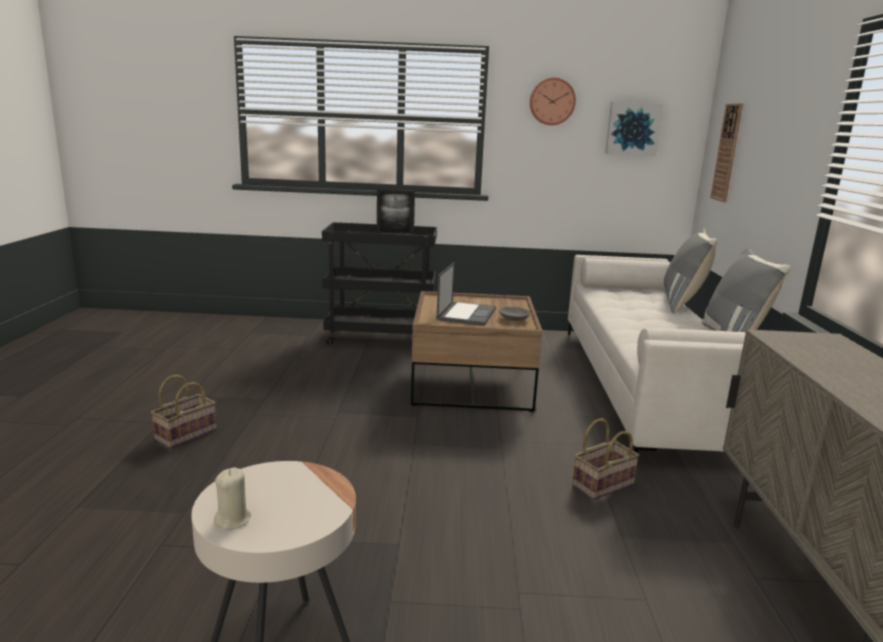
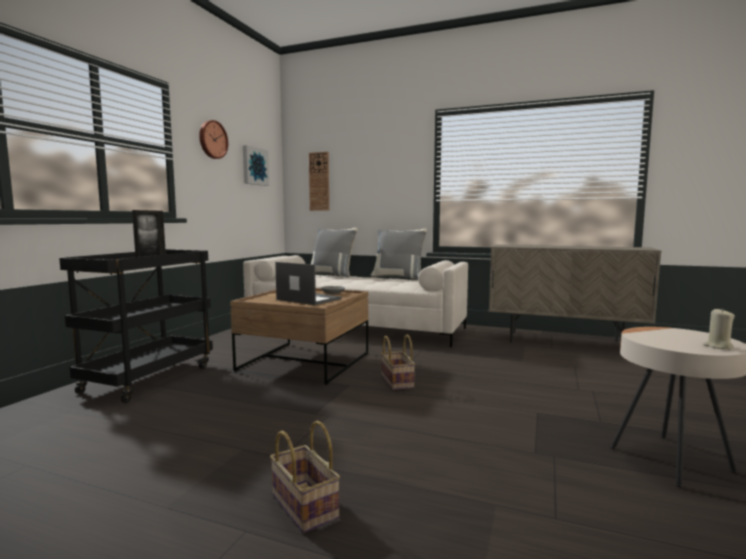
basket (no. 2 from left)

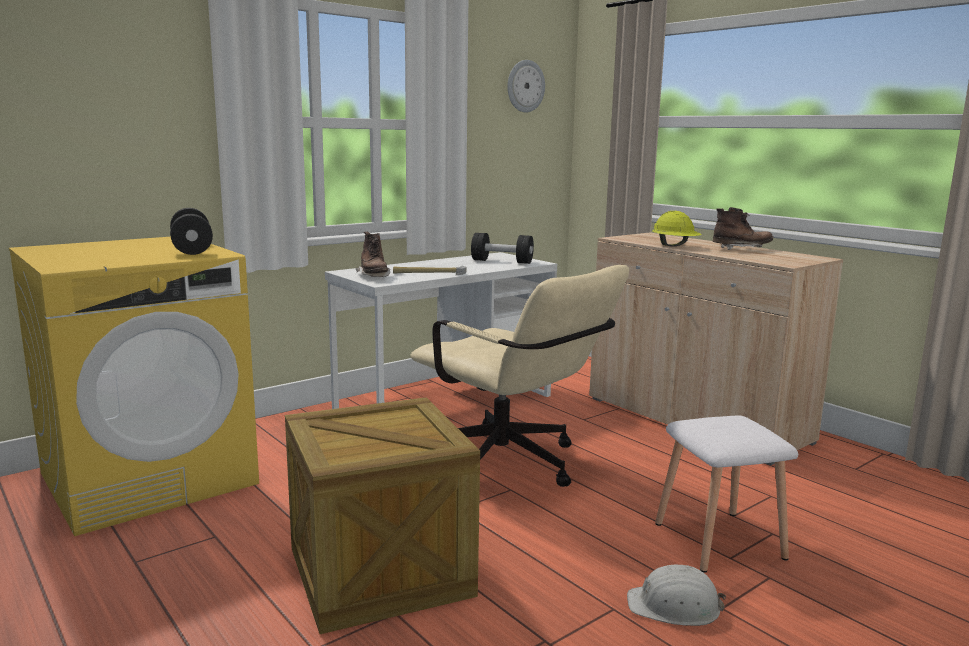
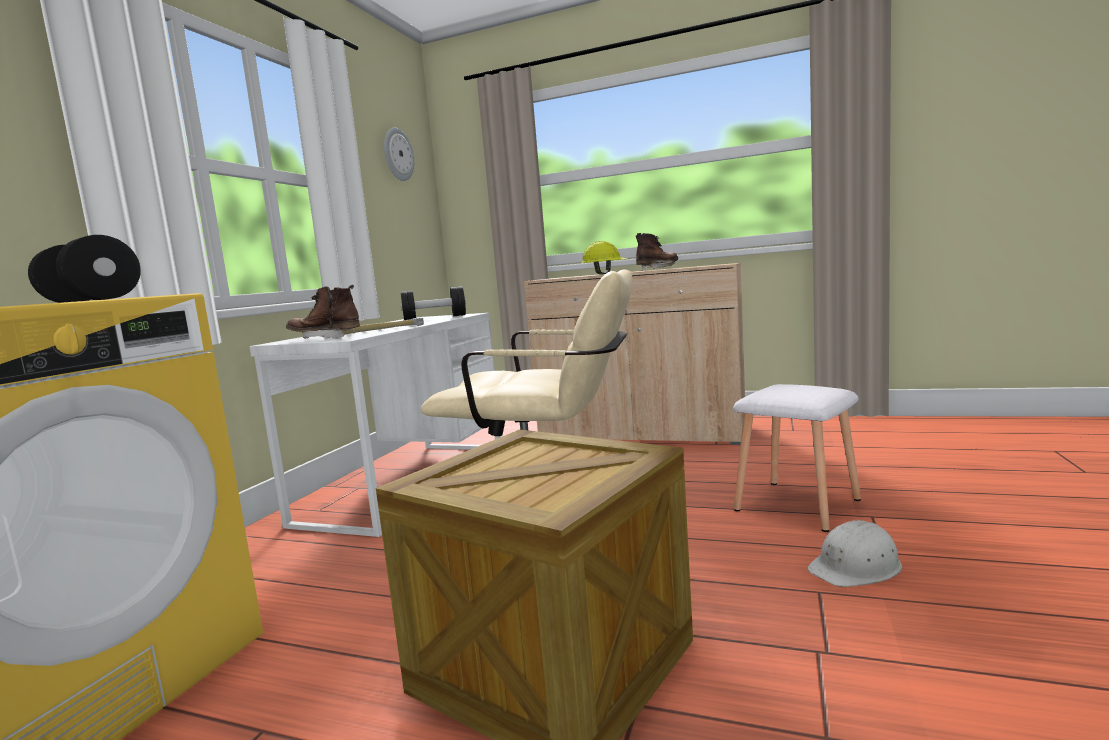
boot (brown) (no. 1 from left)

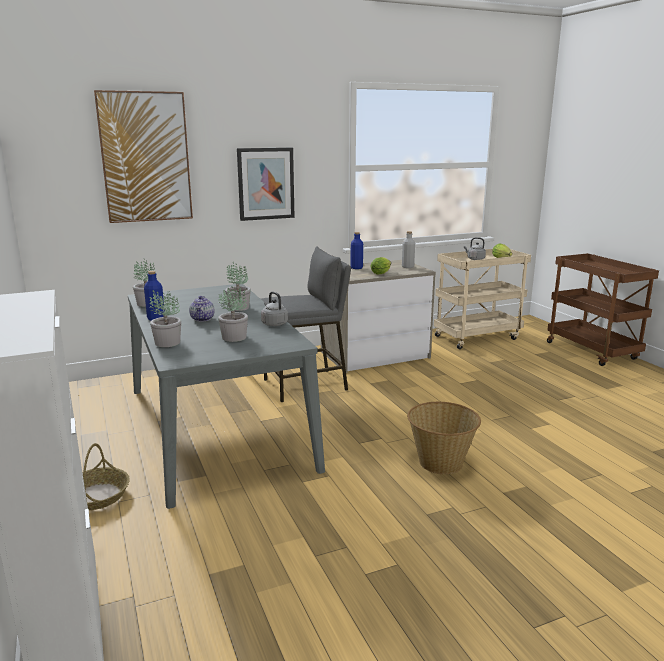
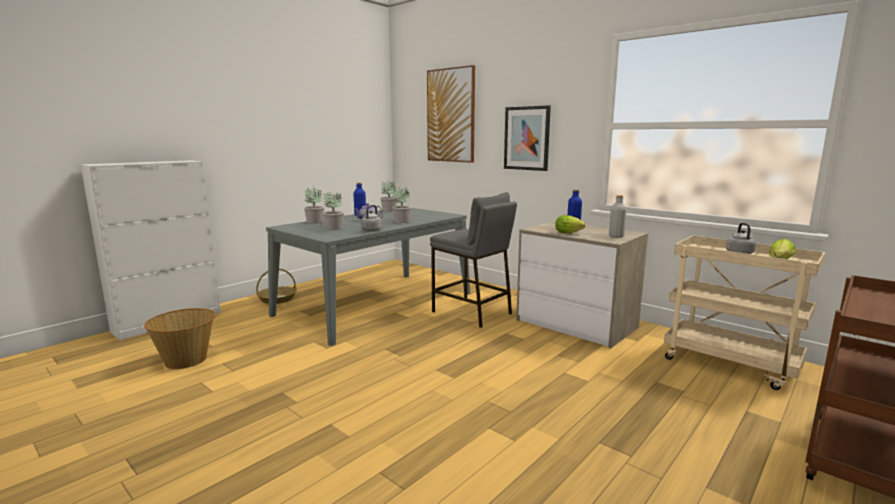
basket (no. 1 from left)

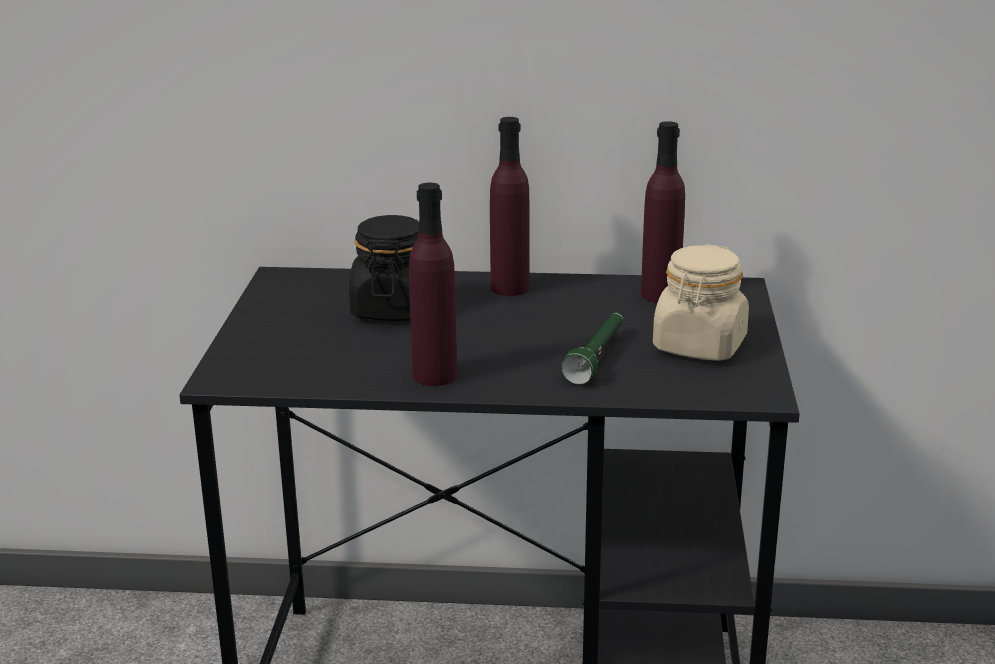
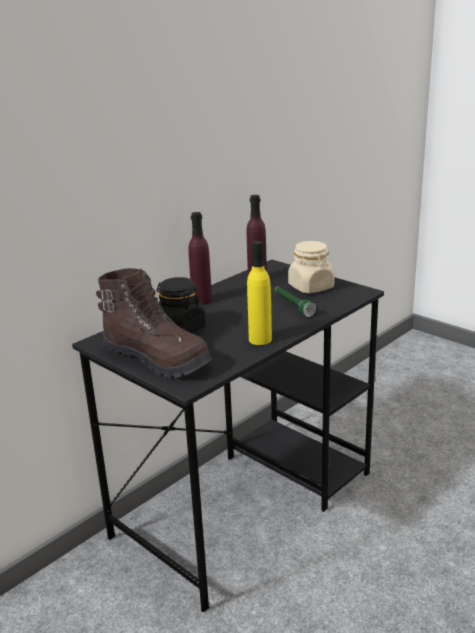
boot (brown)
bottle (yellow)

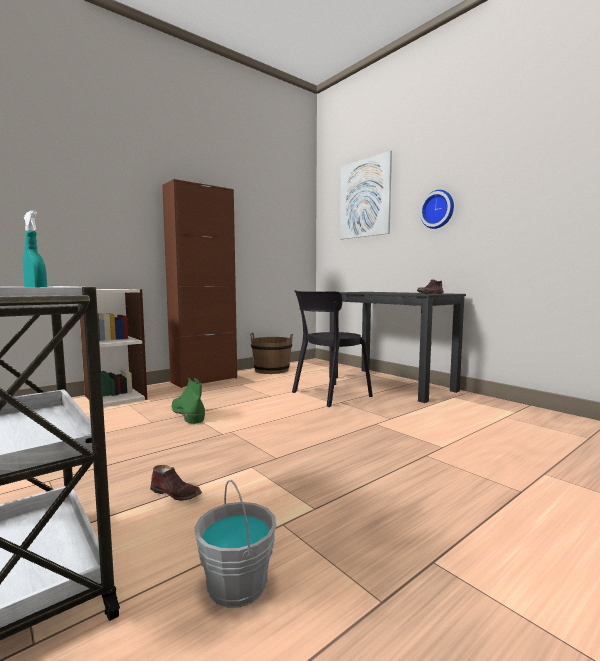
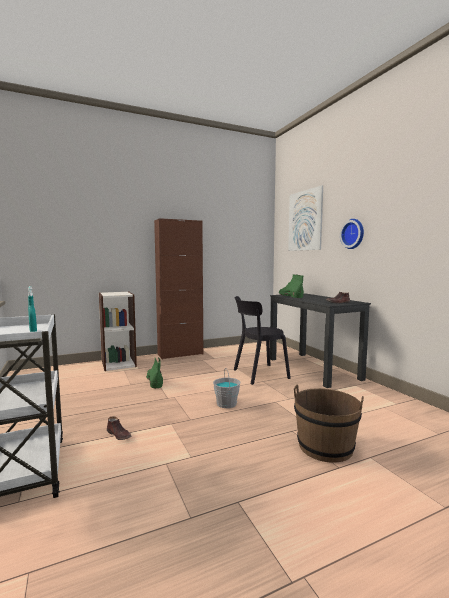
bucket (grey)
boot (green) (no. 2 from left)
bucket (brown)

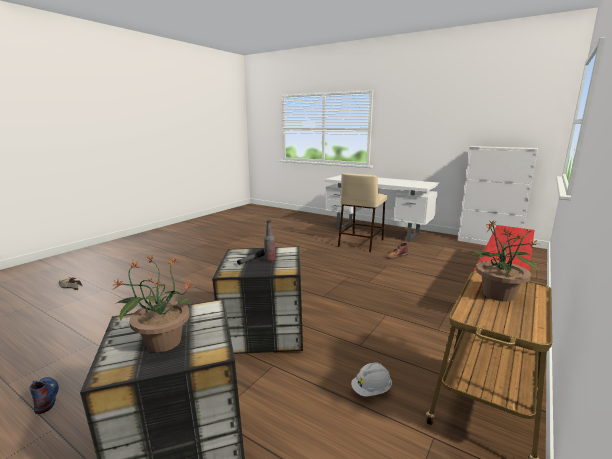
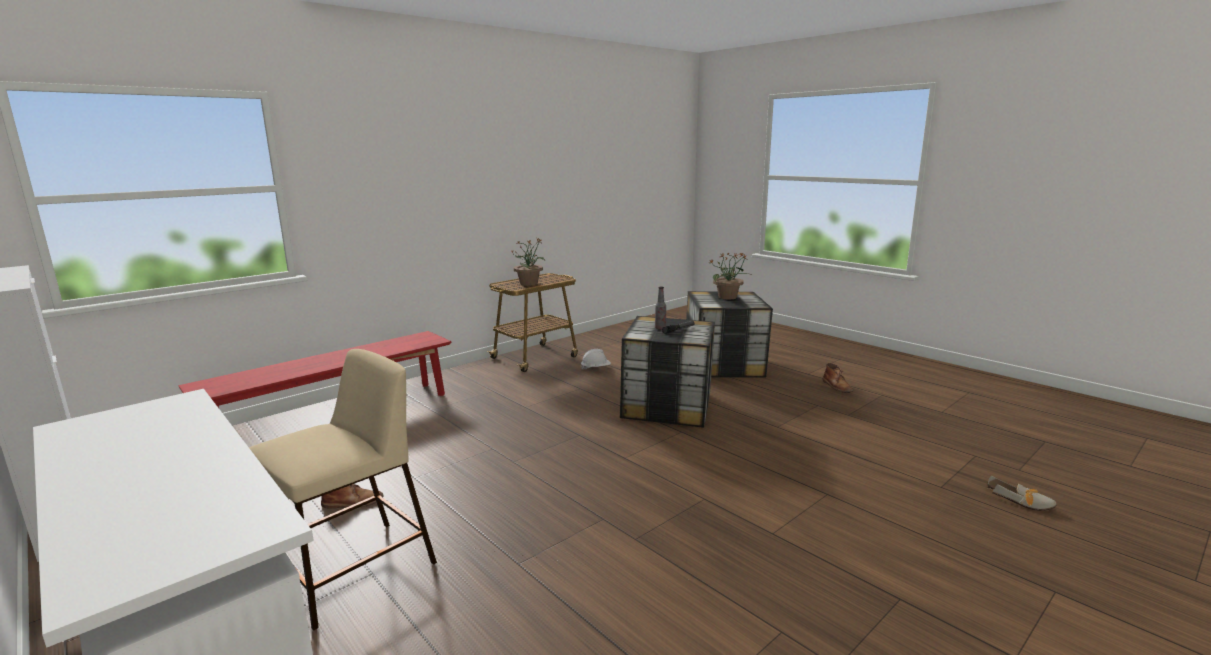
boot (brown) (no. 2 from left)

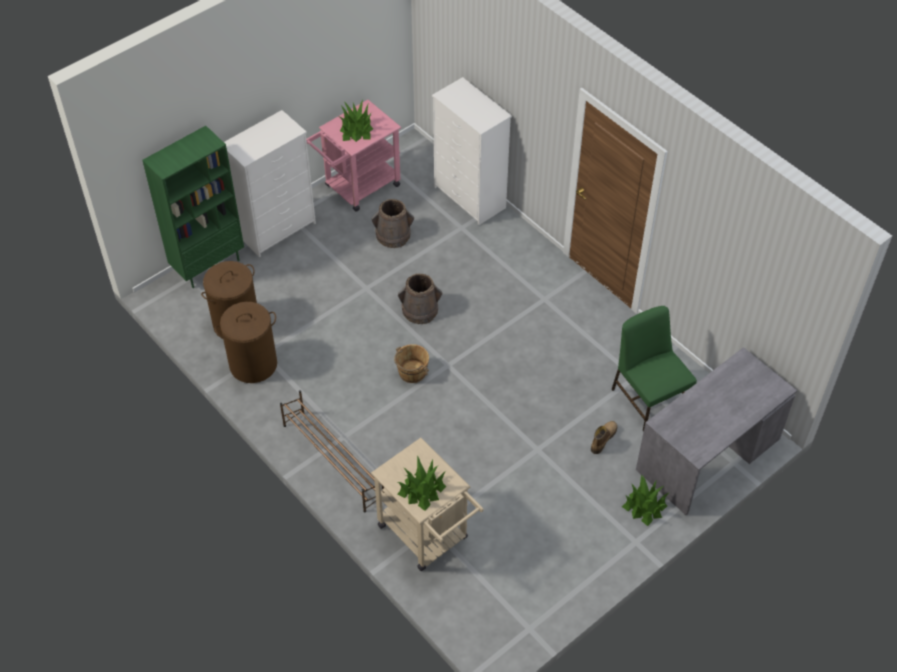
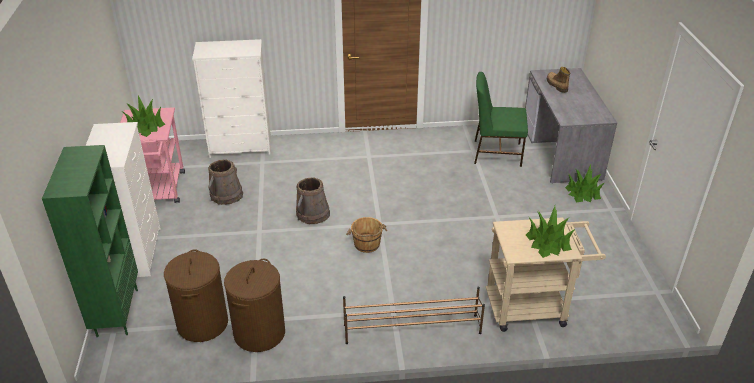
boot

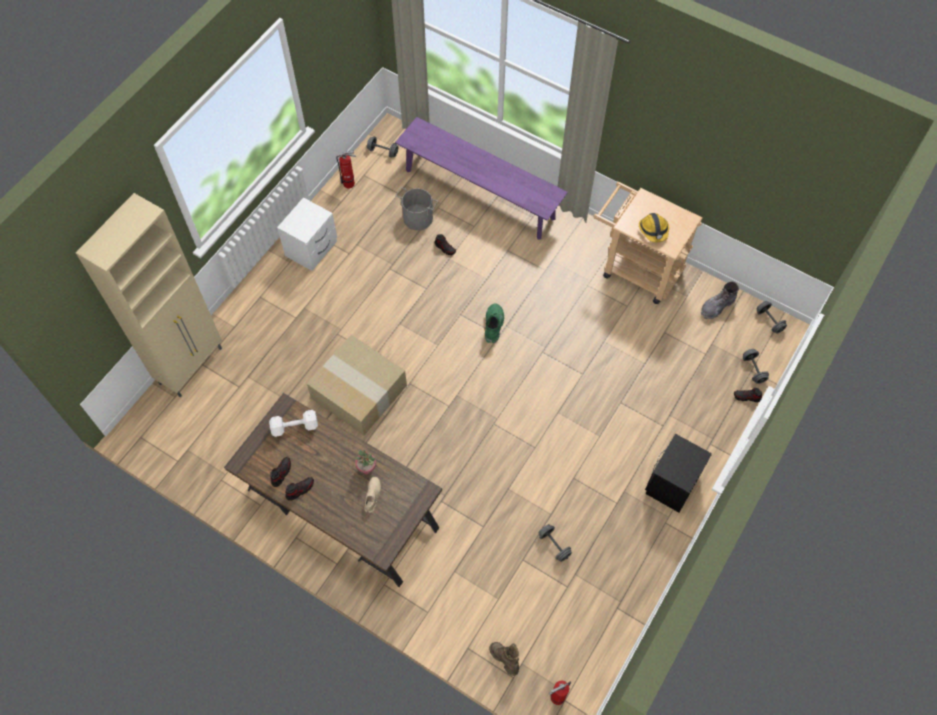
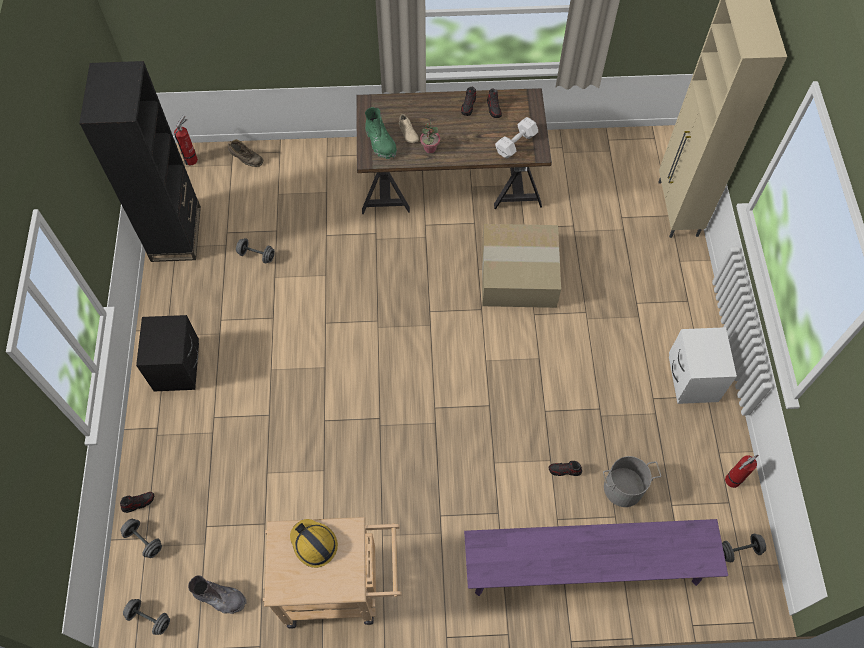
bookcase (black)
boot (grey)
boot (green)

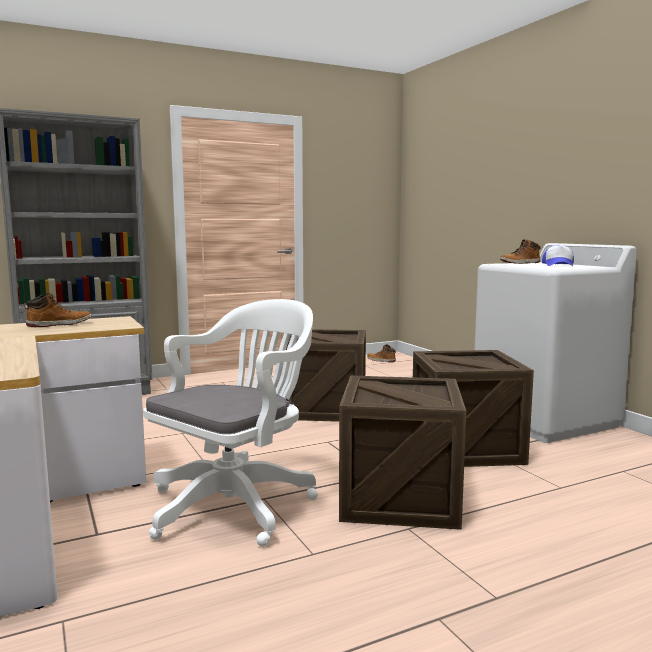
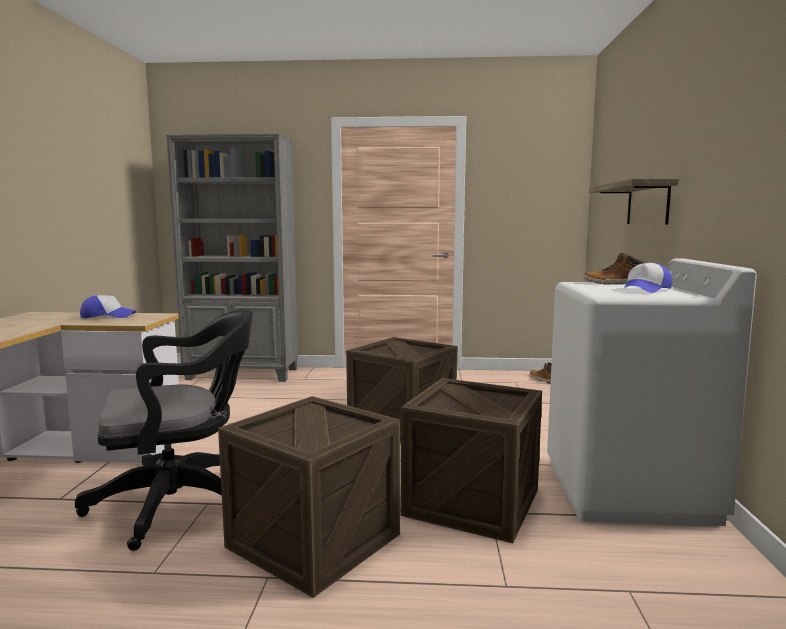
office chair (black)
cap (no. 1 from left)
shelf

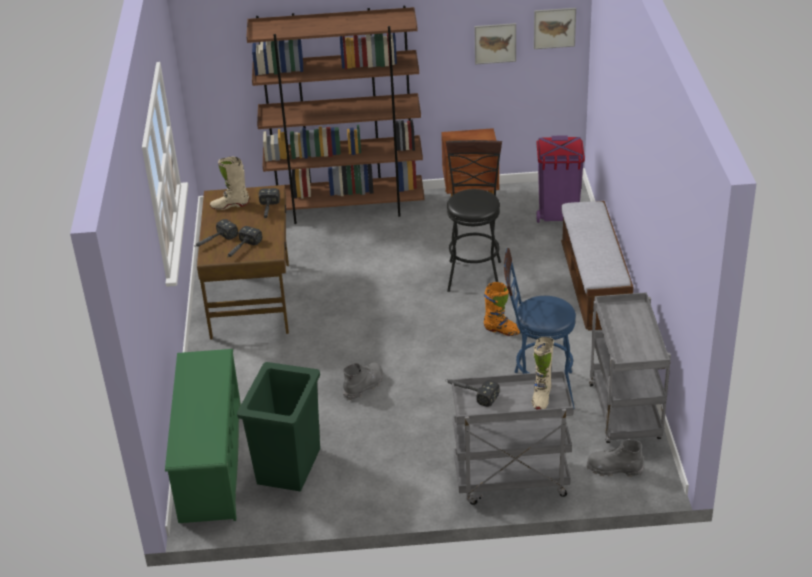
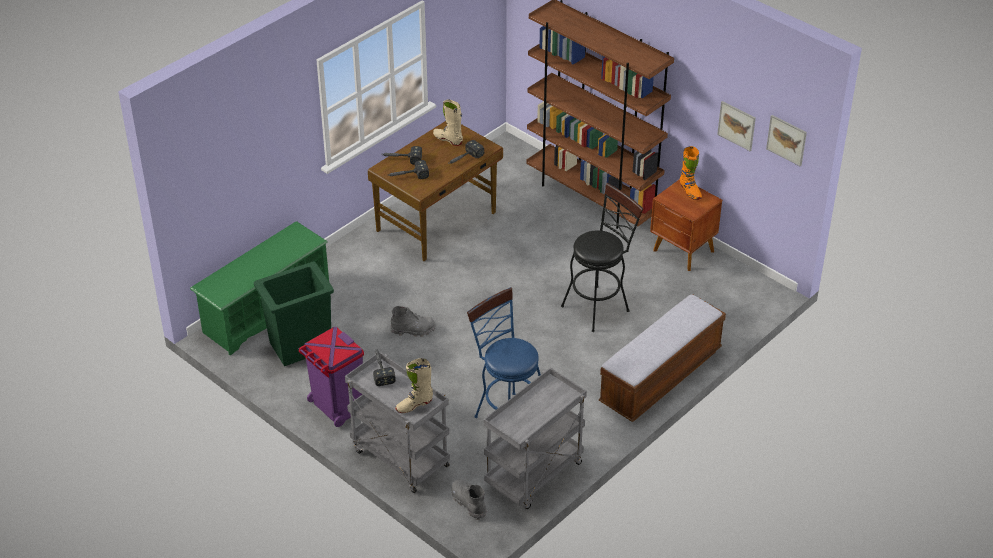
trash can (purple)
boot (orange)

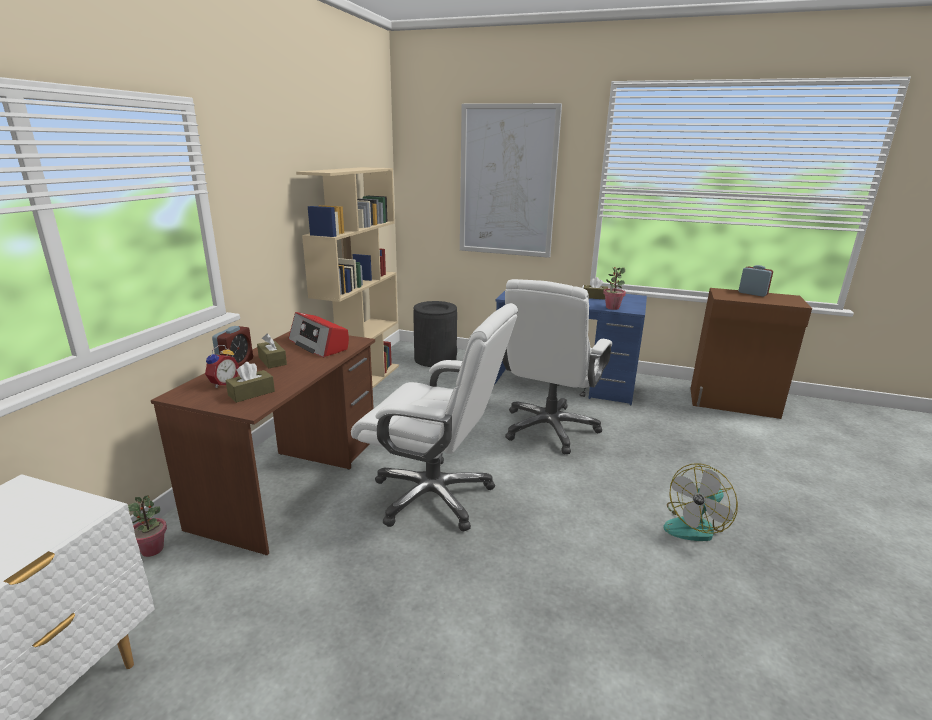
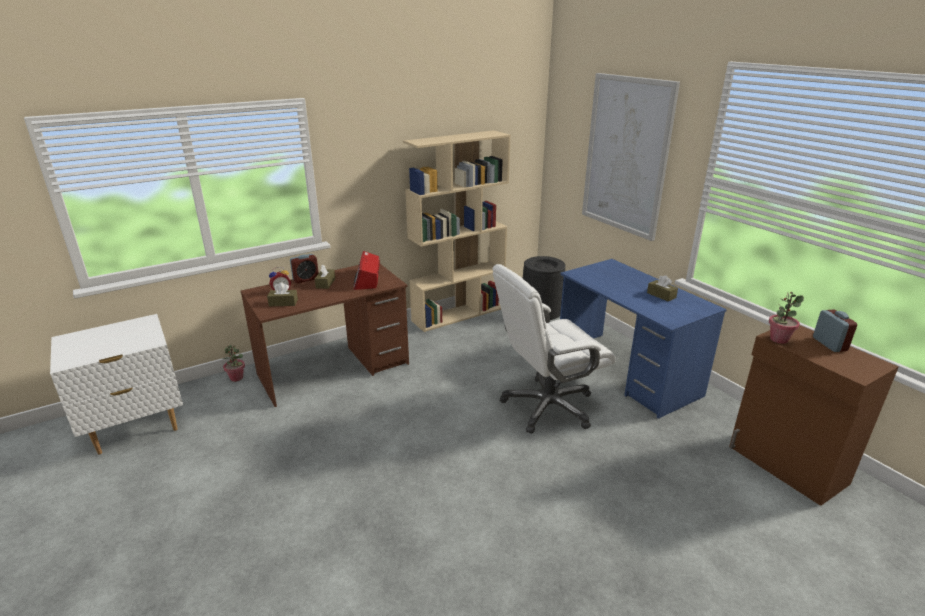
potted plant (no. 2 from left)
office chair (white) (no. 1 from left in the first image)
fan

